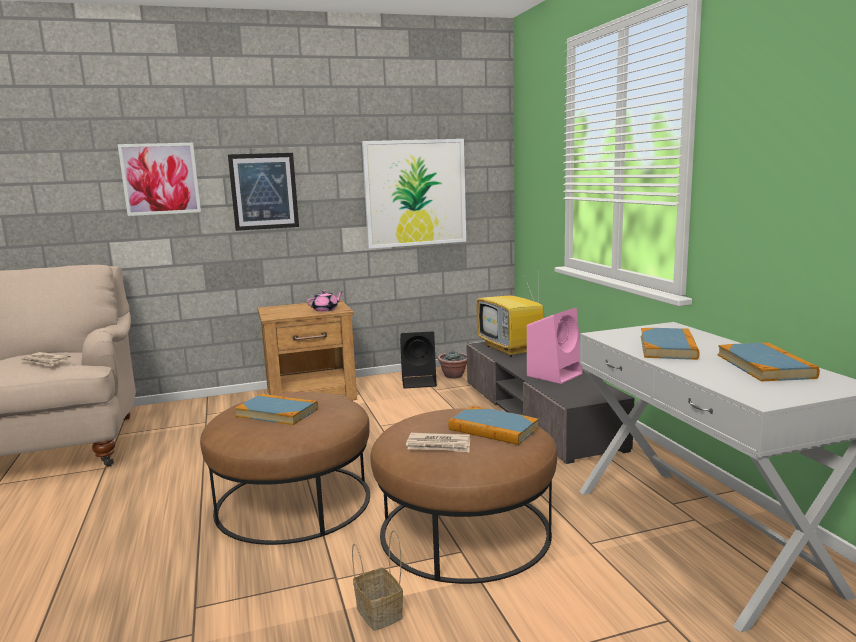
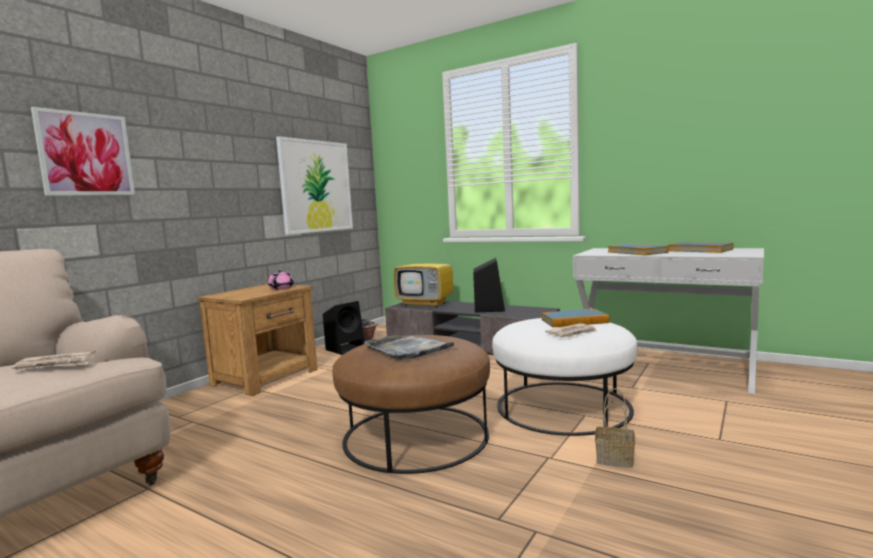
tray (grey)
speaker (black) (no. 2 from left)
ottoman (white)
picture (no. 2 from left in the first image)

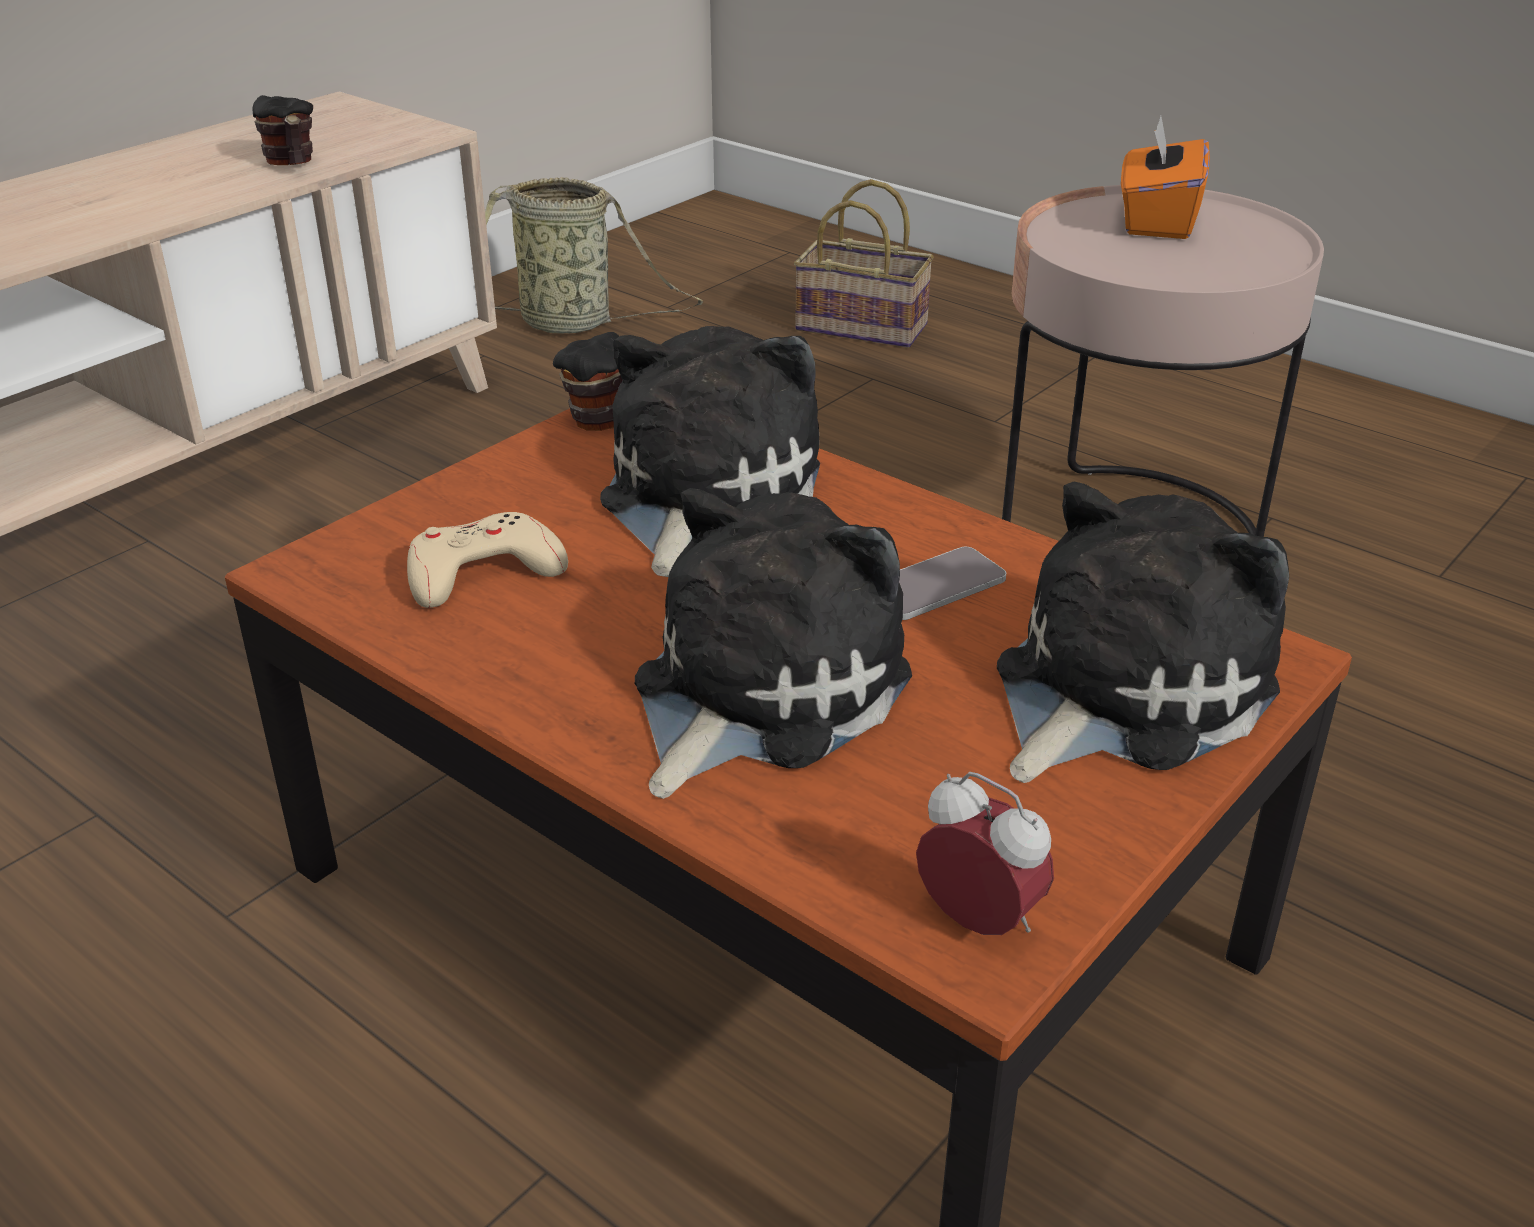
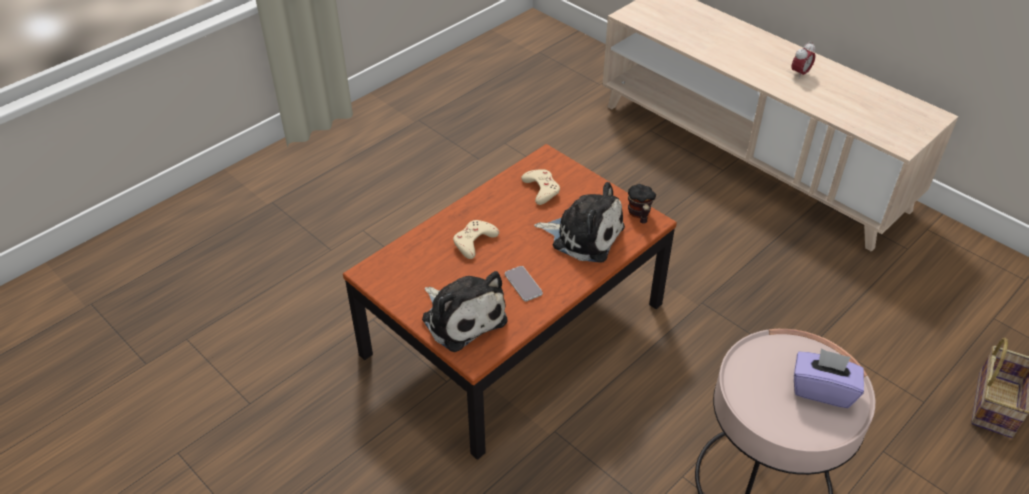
game controller (beige) (no. 1 from left)
alarm clock
tissue box (purple)
mug (no. 1 from left in the first image)
basket (no. 1 from left in the first image)

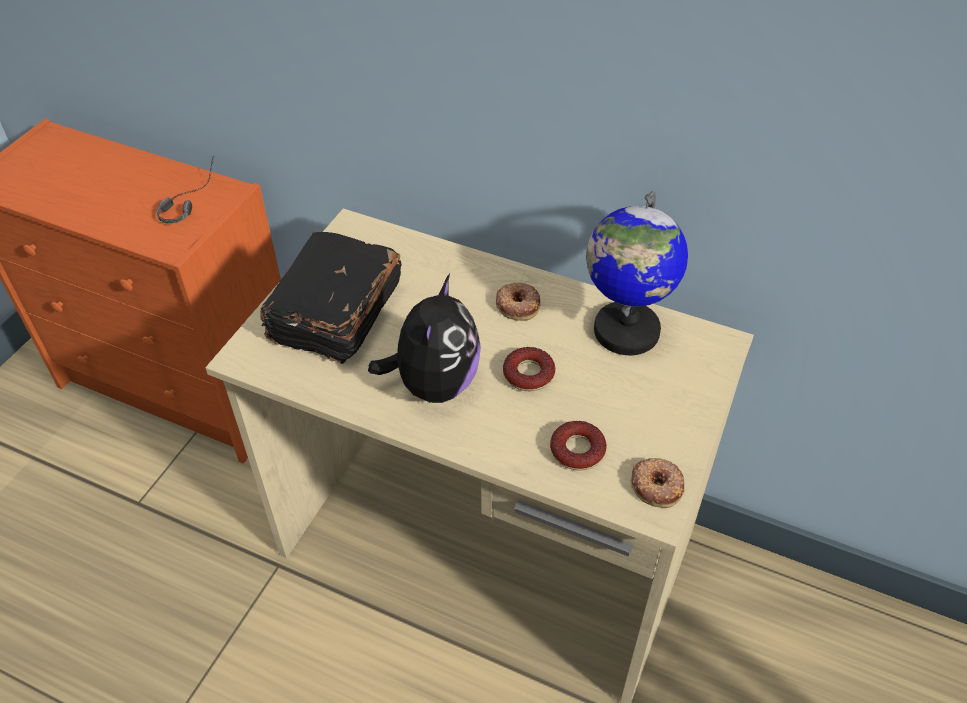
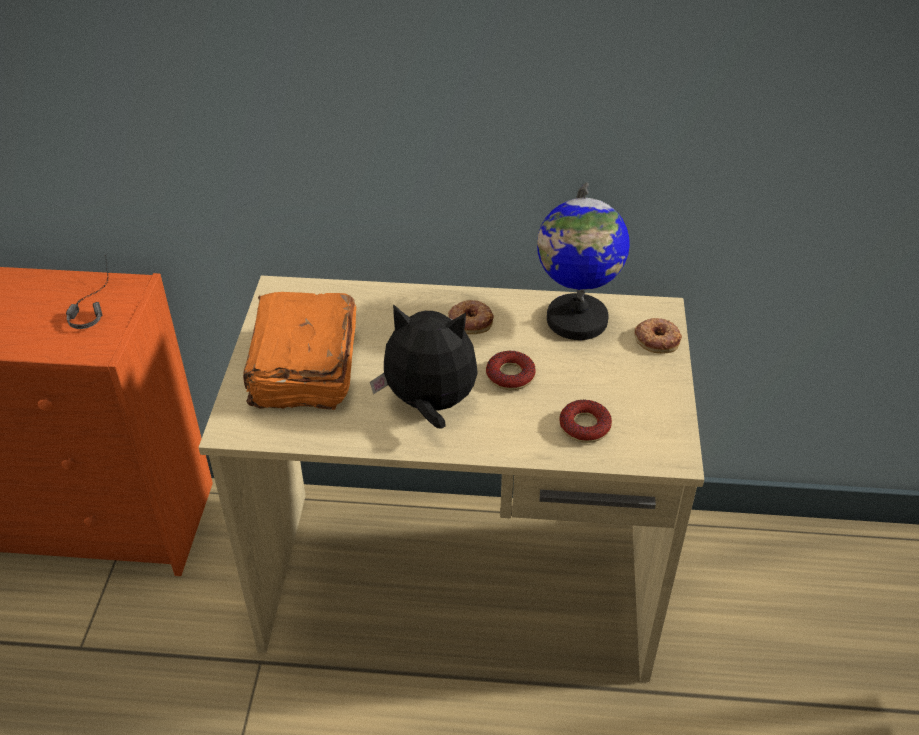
book (orange)
plush toy
donut (no. 4 from left)

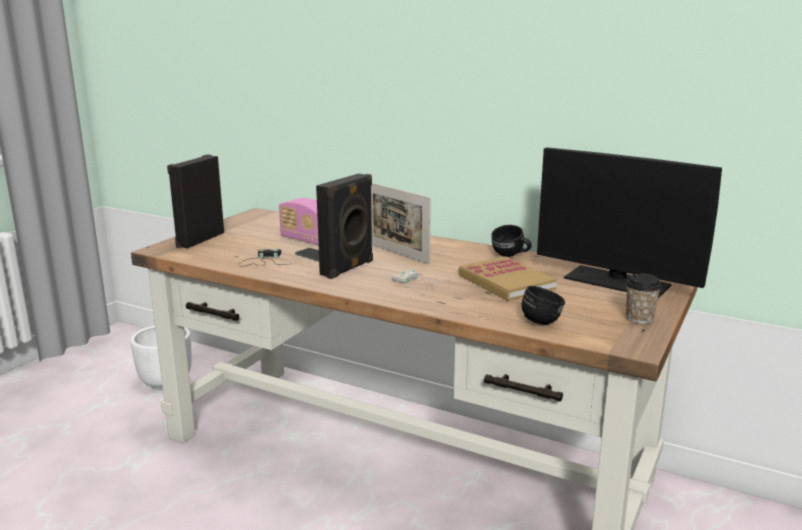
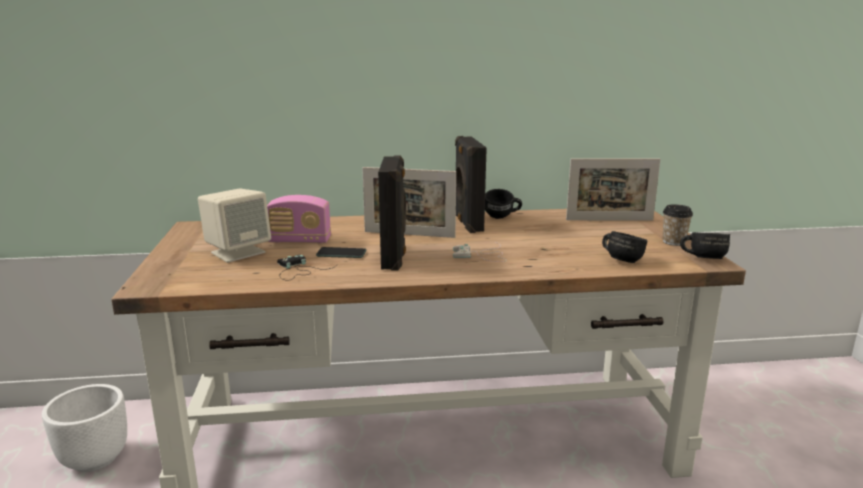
speaker (beige)
speaker (black) (no. 2 from left)
picture frame (no. 2 from left)
mug (black) (no. 3 from left)
book

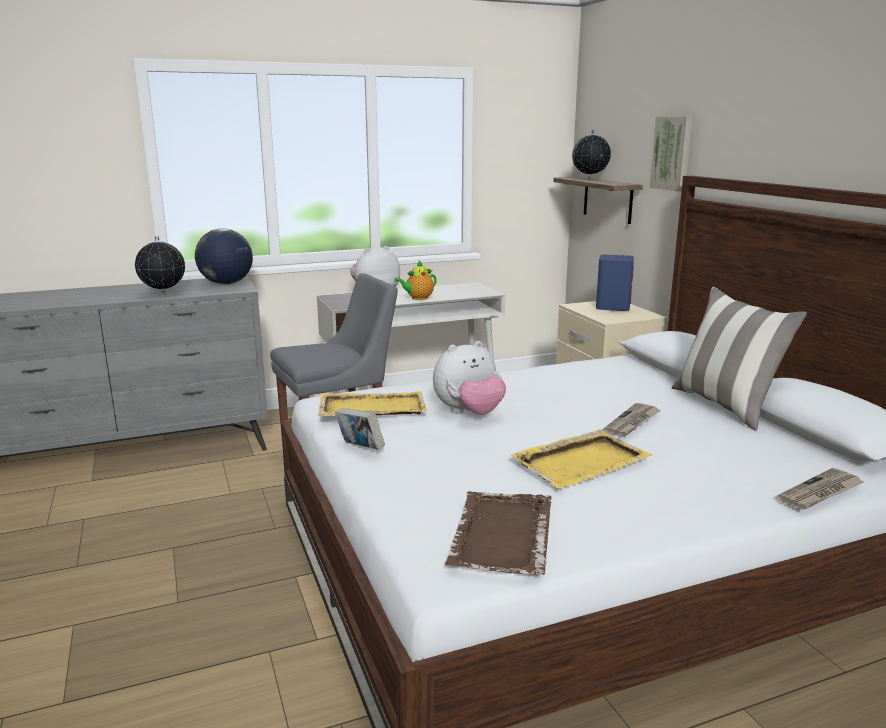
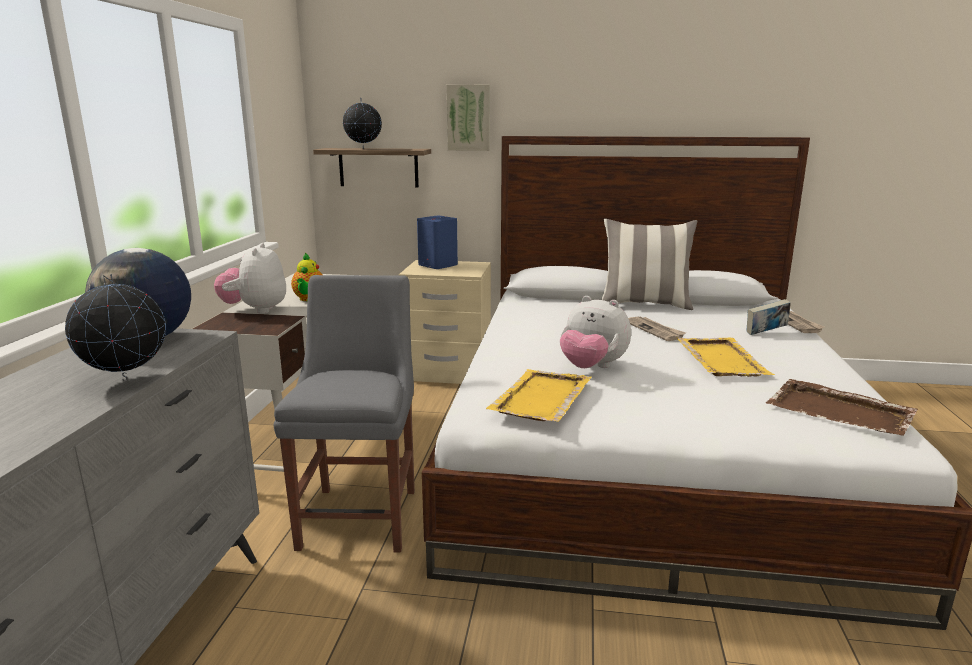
plush toy (no. 2 from left)
book

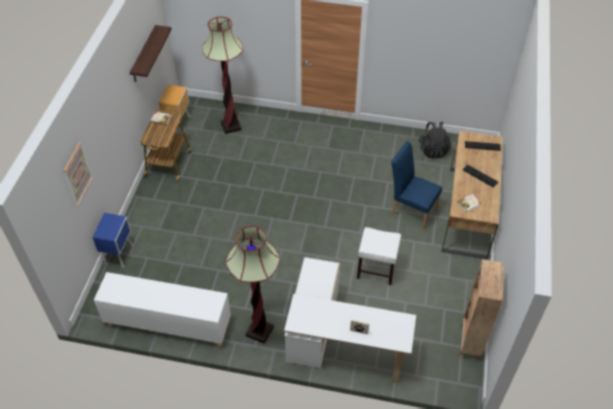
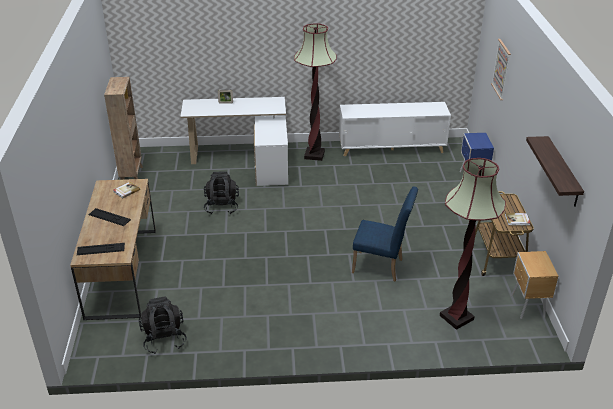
backpack (black) (no. 2 from left)
chair (blue)

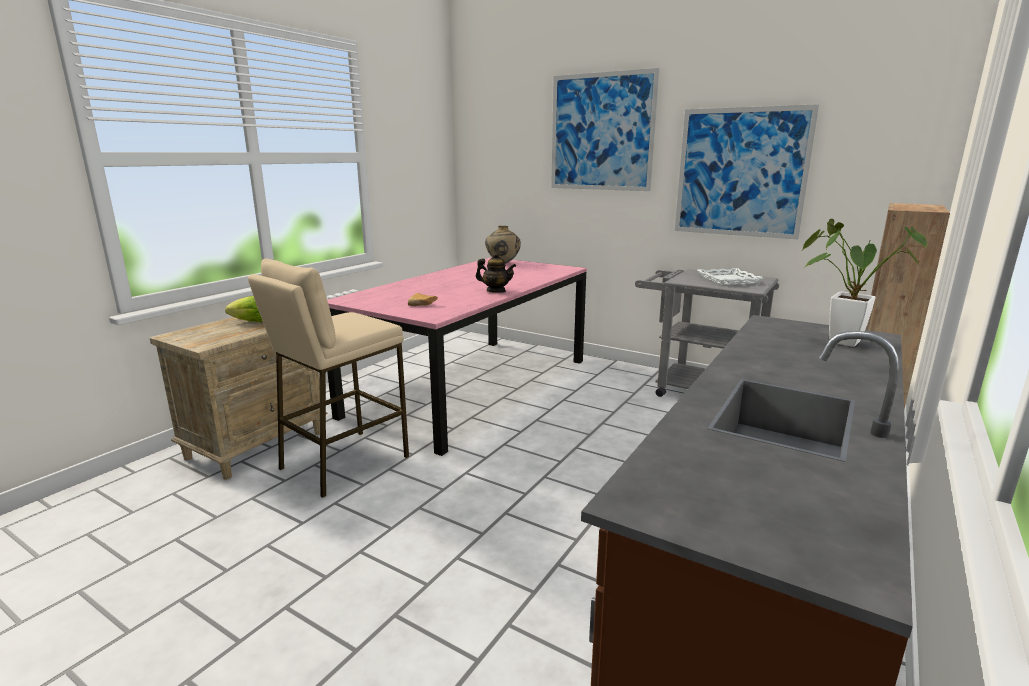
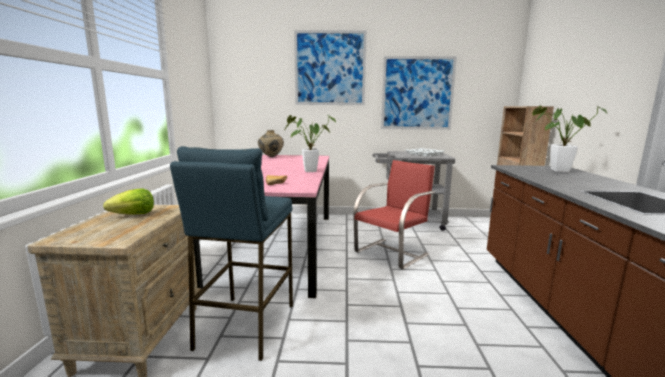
stool (blue)
potted plant (no. 1 from left)
chair (red)

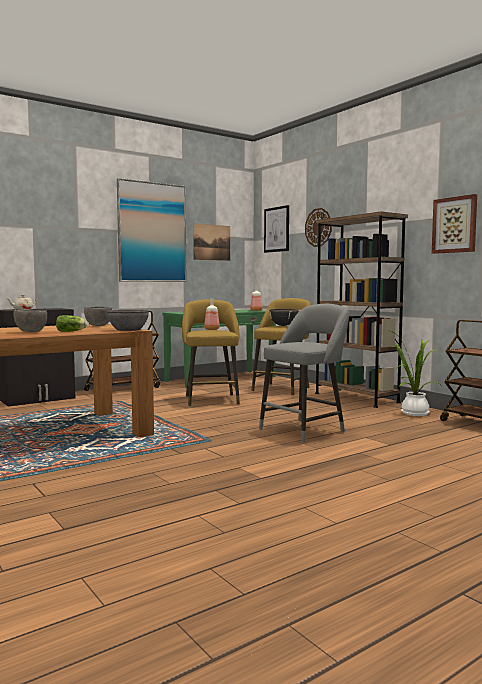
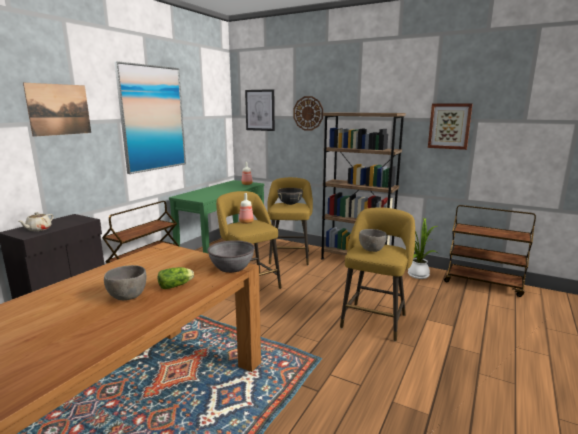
picture (no. 1 from left)
stool (yellow) (no. 3 from left)
bowl (grey) (no. 3 from left)

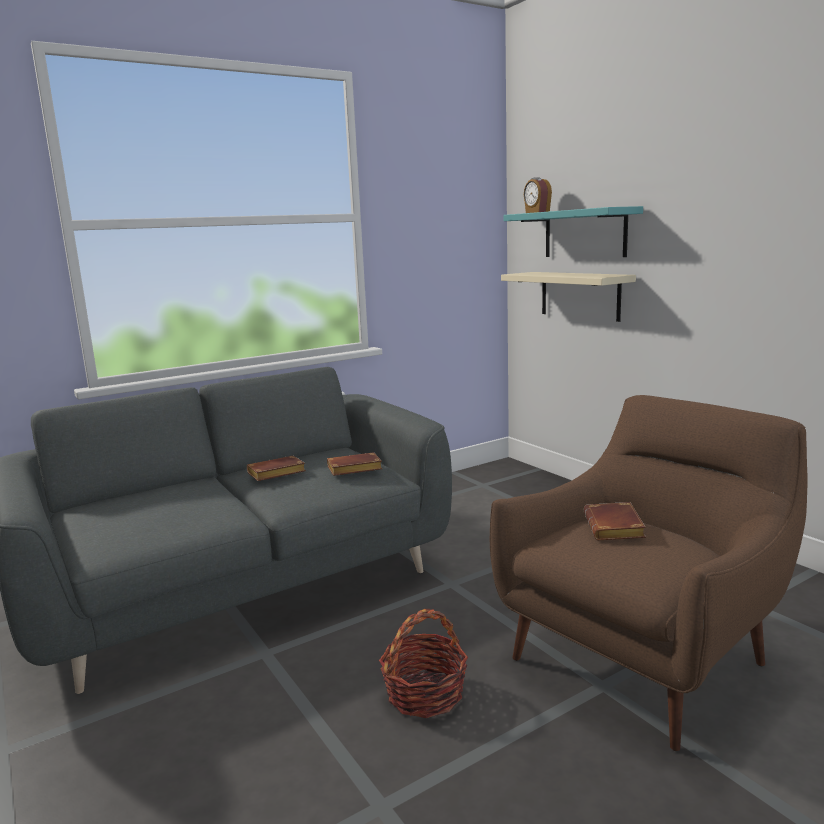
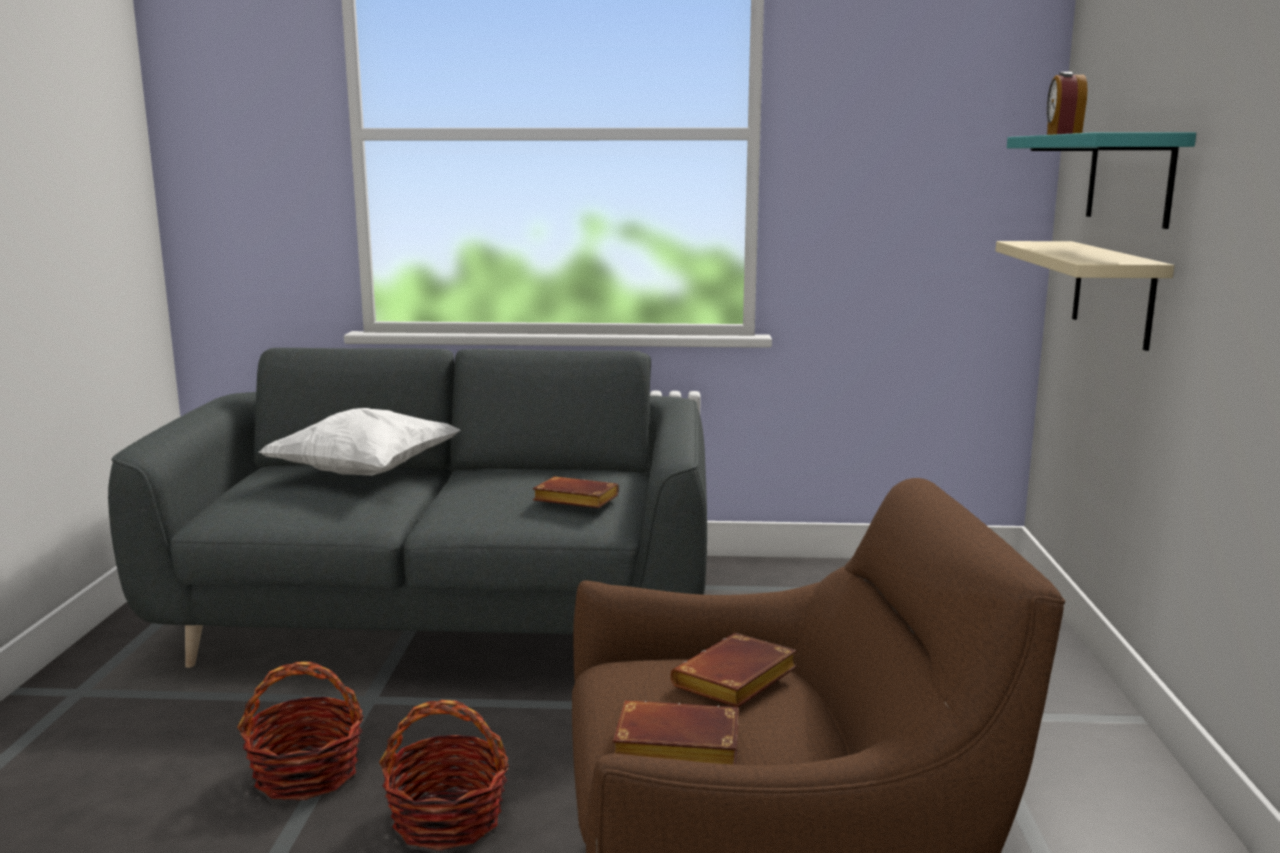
basket (no. 1 from left)
pillow (white)
book (brown) (no. 2 from left)

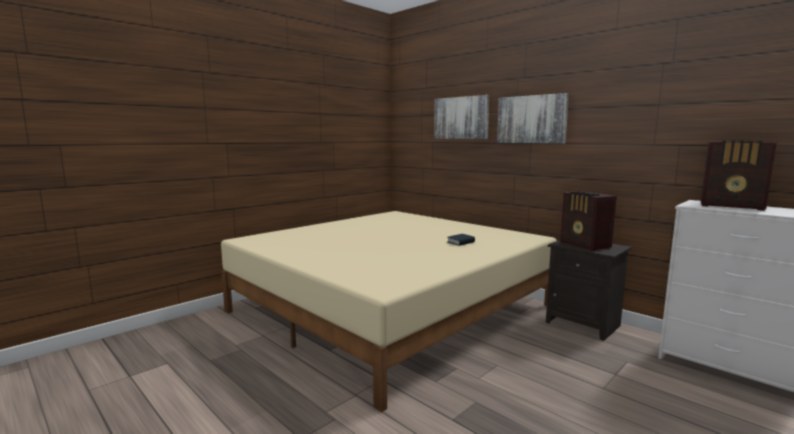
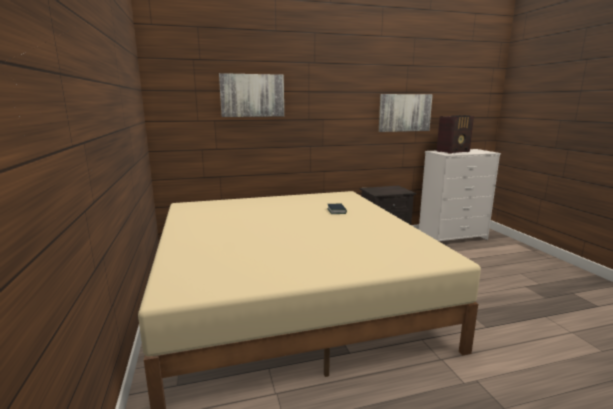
picture (no. 2 from left)
radio (no. 1 from left in the first image)

